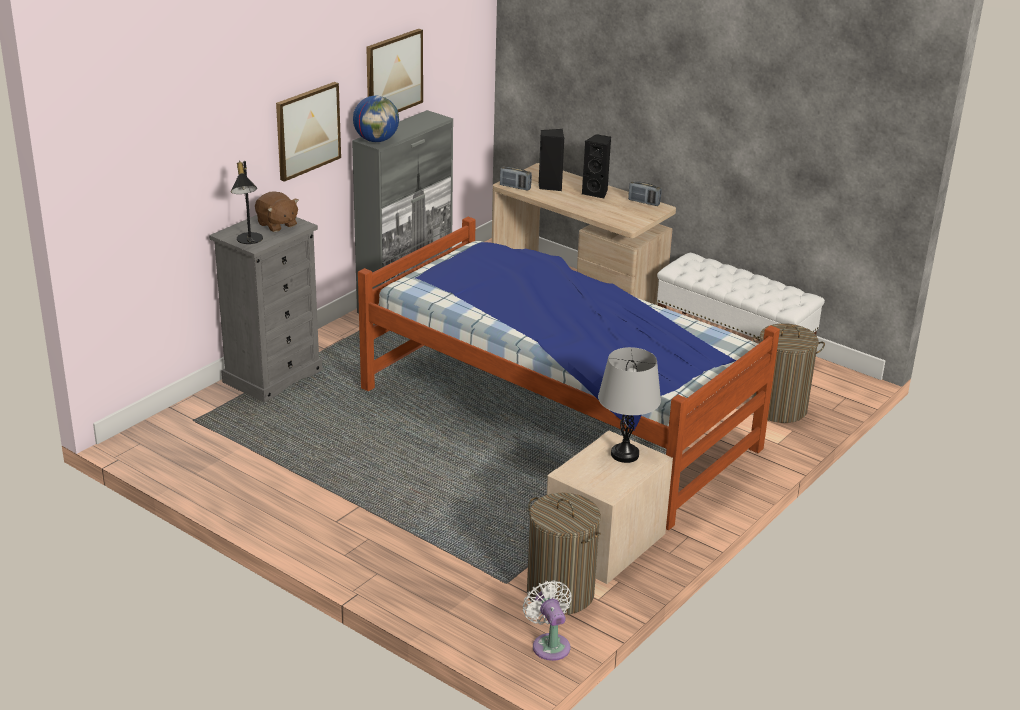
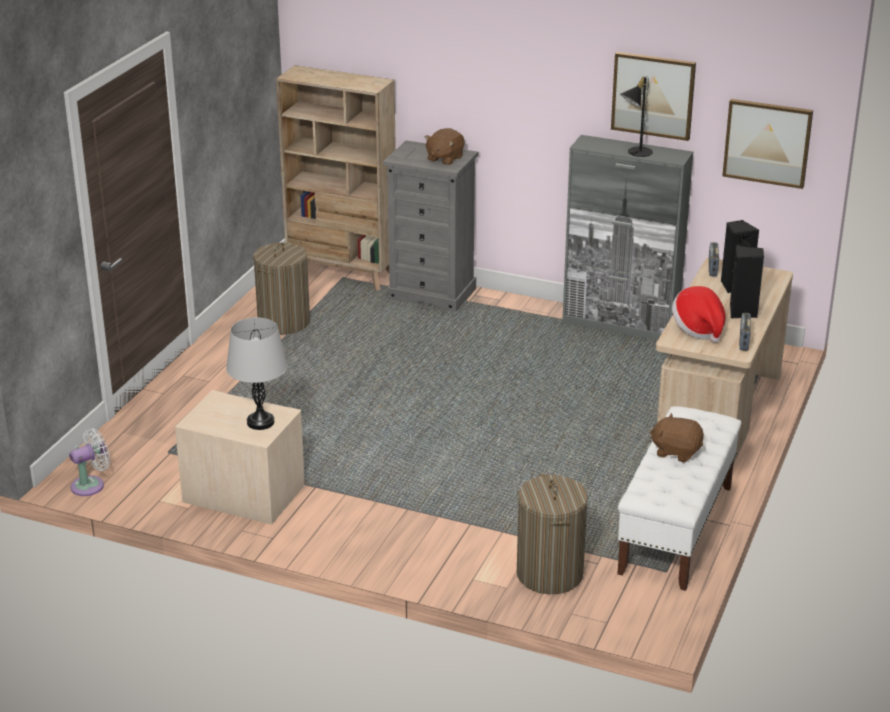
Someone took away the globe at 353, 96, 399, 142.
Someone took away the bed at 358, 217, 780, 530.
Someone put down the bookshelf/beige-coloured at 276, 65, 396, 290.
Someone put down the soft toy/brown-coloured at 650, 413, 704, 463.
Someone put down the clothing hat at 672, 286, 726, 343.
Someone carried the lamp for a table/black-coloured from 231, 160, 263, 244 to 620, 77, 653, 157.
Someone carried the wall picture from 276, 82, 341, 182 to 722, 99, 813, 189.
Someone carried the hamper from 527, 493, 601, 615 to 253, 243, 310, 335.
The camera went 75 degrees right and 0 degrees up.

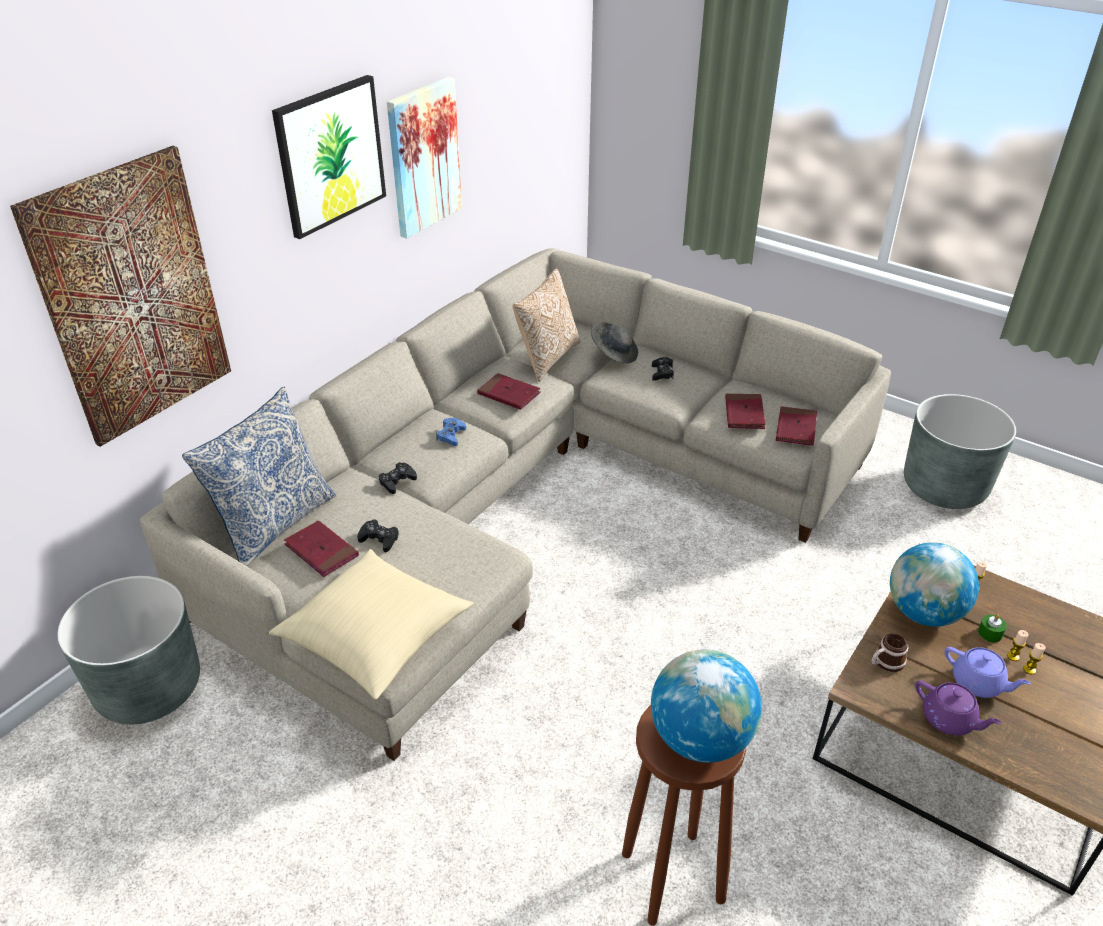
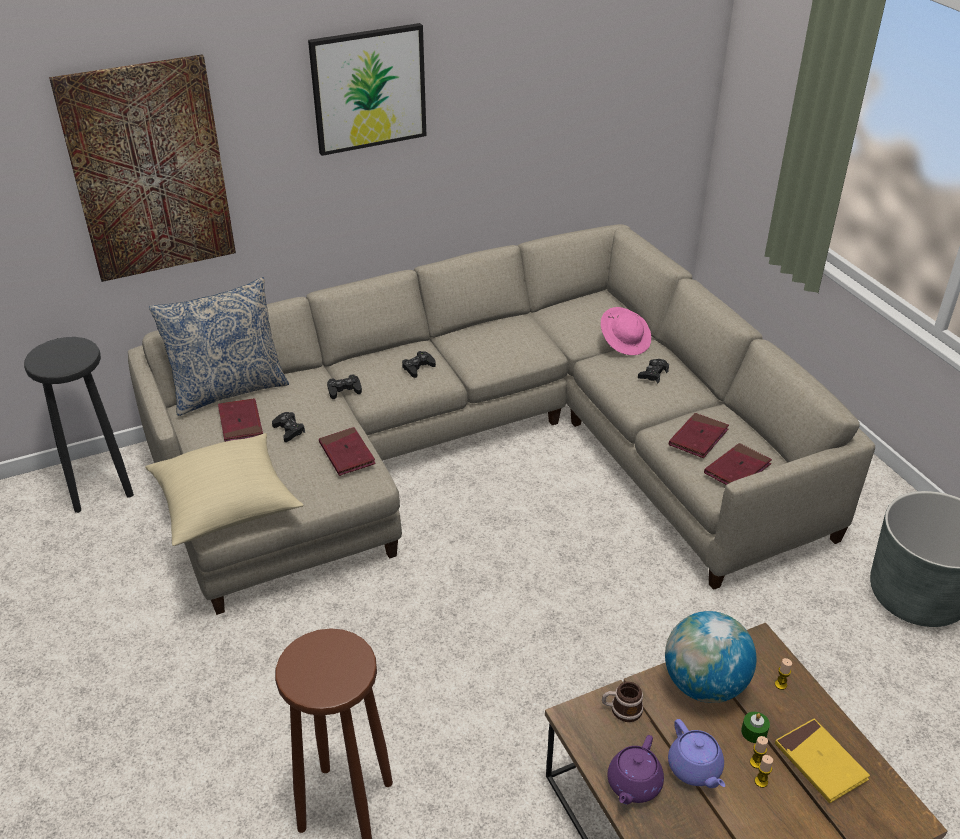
Someone took away the wall picture at 387, 77, 462, 239.
Someone took away the pillow at 512, 268, 580, 382.
Someone took away the globe at 651, 649, 762, 763.
Someone put down the bound book/yellow-coloured at 775, 718, 870, 803.
Someone carried the bound book/red-coloured from 477, 373, 541, 410 to 319, 427, 376, 476.
Someone swapped the planter/gray at 57, 576, 200, 724 for the stool seat/black-coloured at 24, 337, 134, 513.
Someone repainted the game controller/blue at 436, 418, 466, 446, which became the game controller/black-coloured at 402, 351, 436, 378.
Someone repainted the clothing hat/gray at 591, 322, 638, 364, which became the clothing hat/pink at 601, 307, 651, 355.
Someone rotated the tea pot/purple-coloured at 915, 680, 1002, 735 by 45 degrees clockwise.
The camera went 30 degrees right and 0 degrees up.

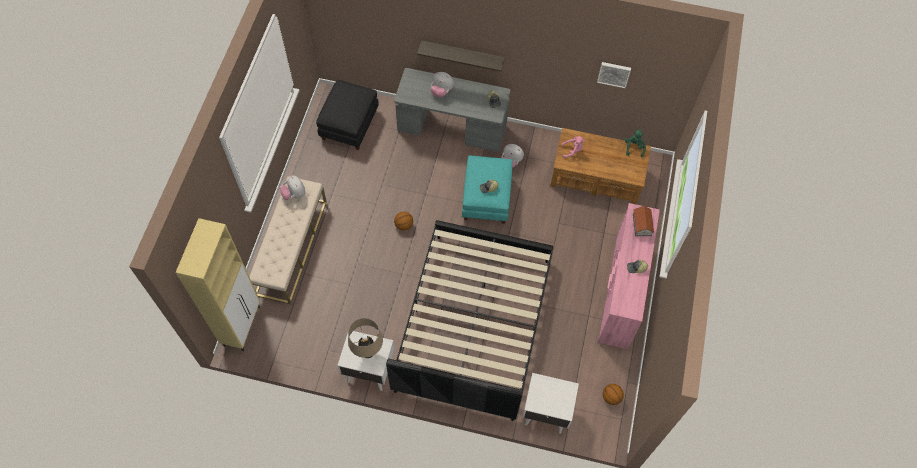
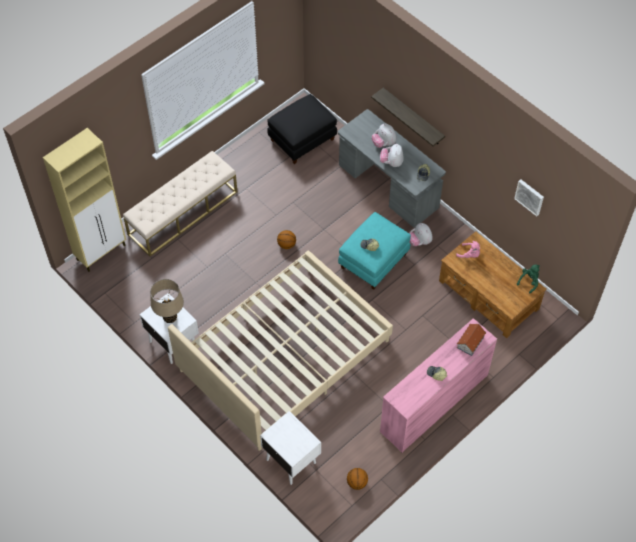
Someone carried the soft toy from 280, 175, 305, 200 to 380, 144, 404, 167.
Someone repainted the bed/black-coloured at 386, 220, 553, 421, which became the bed/beige-coloured at 168, 250, 393, 451.
The camera went 35 degrees right and 5 degrees down.

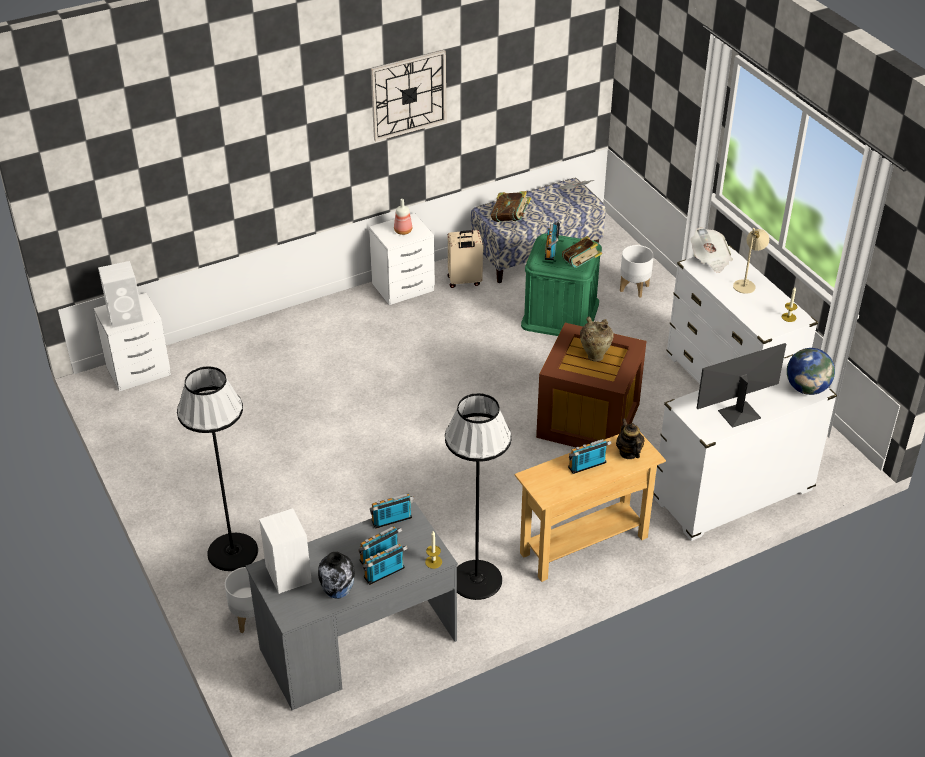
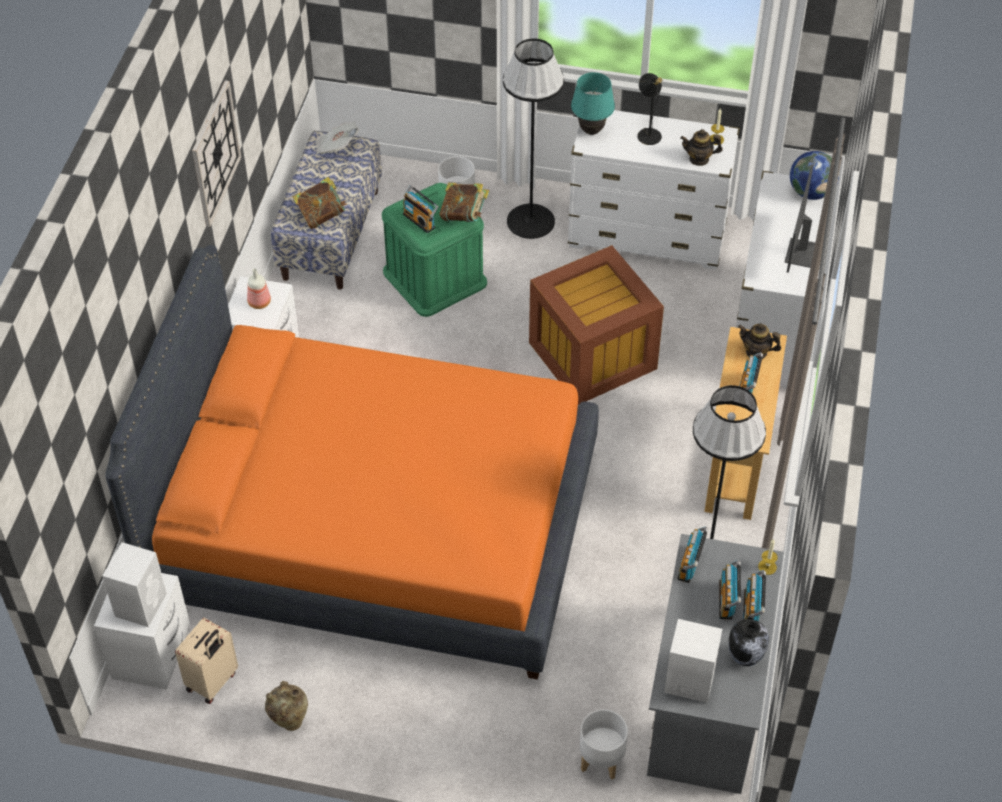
Someone put down the bed/orange-coloured at 105, 245, 599, 680.
Someone put down the tea pot at 680, 129, 723, 166.
Someone carried the standard lamp/black-coloured from 177, 366, 258, 571 to 503, 39, 564, 239.
Someone carried the travel case/beige-coloured from 448, 230, 483, 288 to 175, 618, 238, 704.
Someone carried the flower vase/beige-coloured from 580, 317, 614, 361 to 265, 681, 308, 731.
Someone swapped the daily paper at 690, 227, 733, 273 for the lamp for a table/blue-green at 571, 72, 615, 135.
Someone repainted the lamp for a table/beige-coloured at 733, 228, 769, 294, which became the lamp for a table/black-coloured at 637, 73, 662, 145.
The camera went 50 degrees left and 10 degrees up.

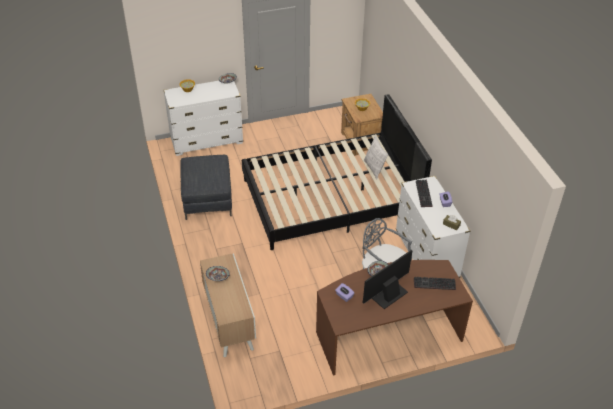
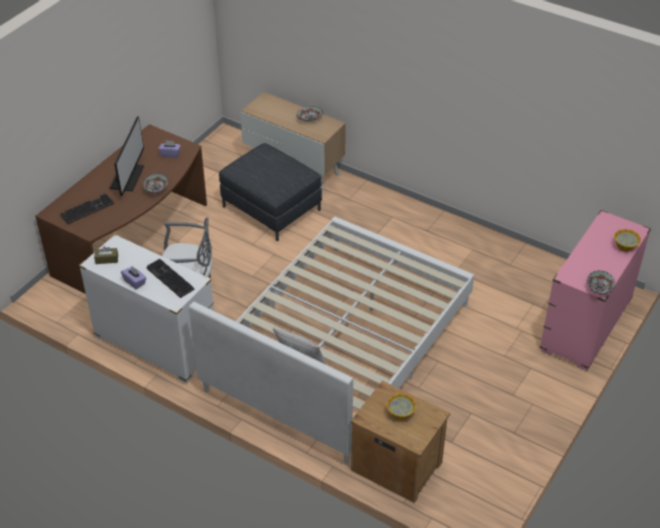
Someone carried the footrest/gray from 180, 155, 232, 220 to 219, 143, 322, 241.
Someone repainted the chest of drawers/white-coloured at 163, 81, 243, 156, which became the chest of drawers/pink at 540, 210, 651, 371.
Someone repainted the bed/black-coloured at 242, 94, 432, 250, which became the bed/white-coloured at 189, 217, 474, 465.
The camera went 140 degrees right and 0 degrees up.

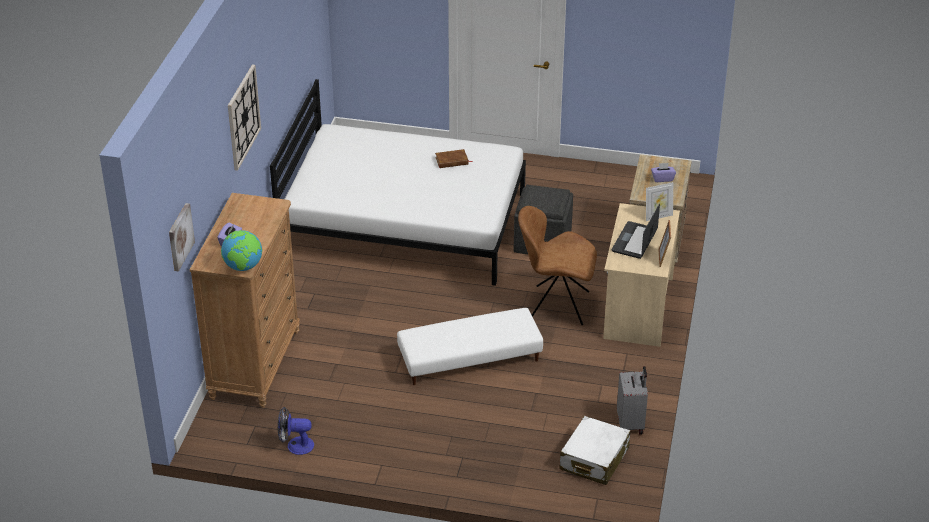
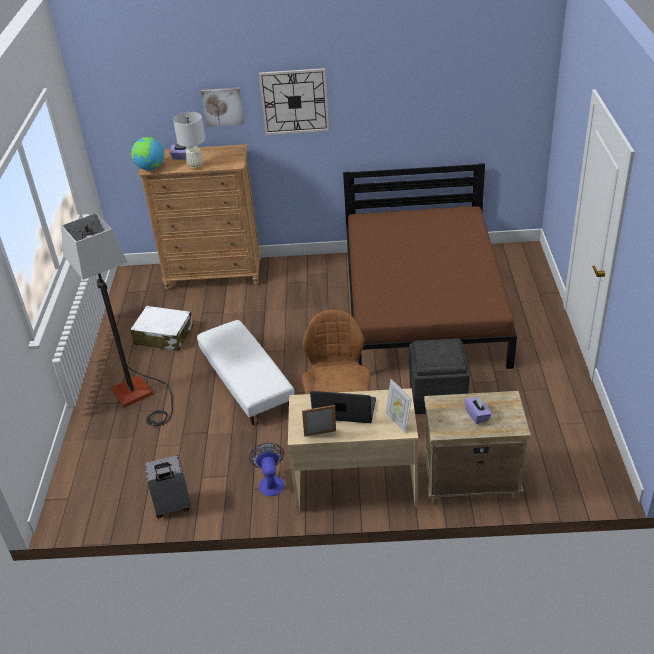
Someone took away the bound book/brown-coloured at 435, 149, 472, 168.
Someone put down the standard lamp at 61, 213, 173, 426.
Someone put down the lamp for a table/white-coloured at 173, 112, 205, 170.
Someone carried the wall picture from 169, 203, 195, 272 to 201, 88, 244, 127.
Someone carried the fan from 278, 407, 314, 455 to 249, 443, 284, 496.
Someone carried the travel case/white-coloured from 559, 416, 630, 485 to 130, 306, 193, 351.
Someone repainted the bed/white-coloured at 270, 79, 526, 286, which became the bed/brown-coloured at 343, 163, 517, 369.
The camera went 80 degrees right and 0 degrees up.

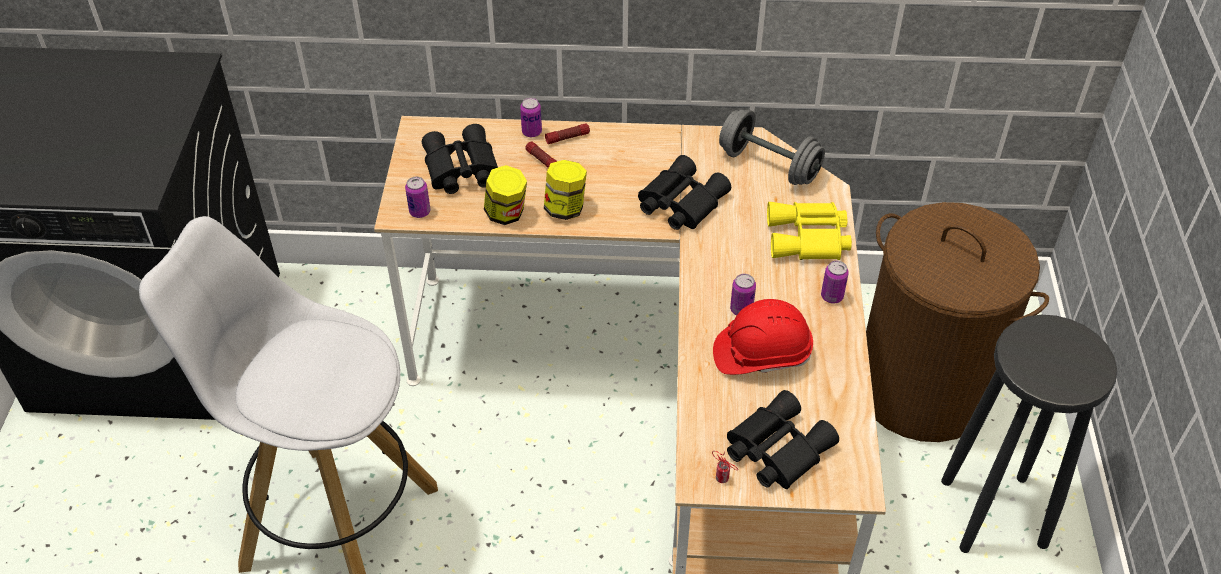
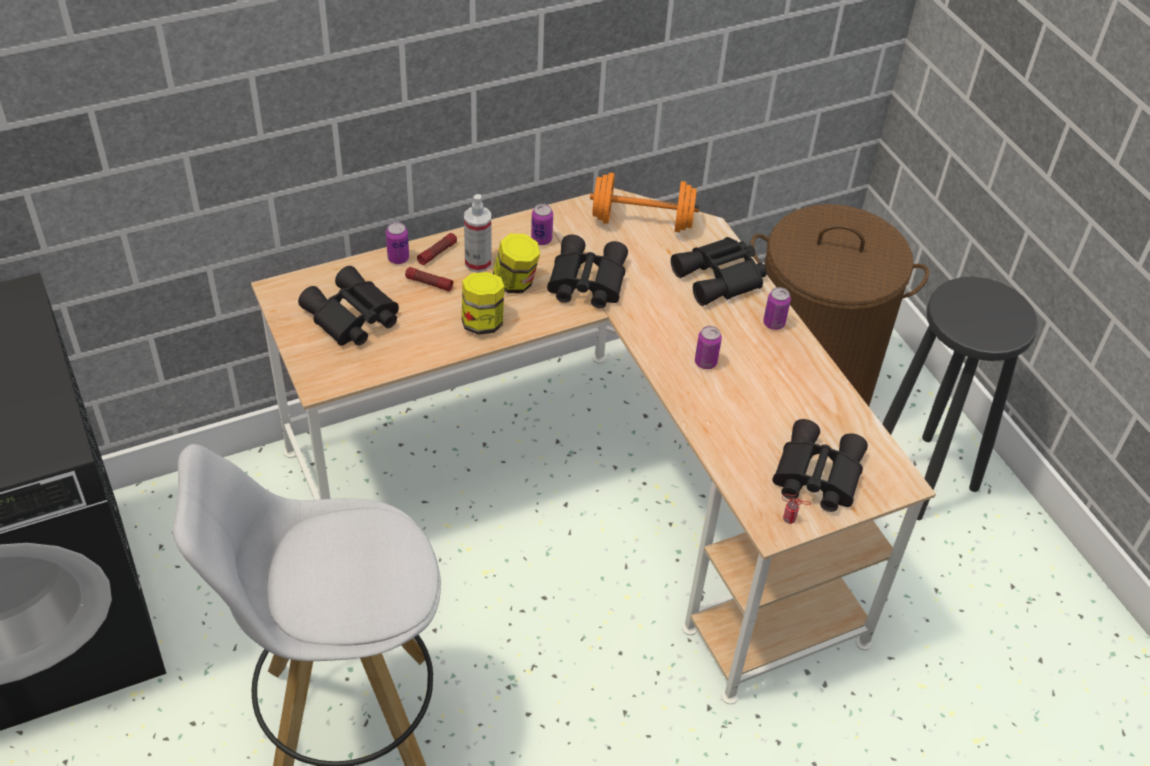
Someone took away the work helmet/red-coloured at 713, 299, 813, 375.
Someone put down the sprayer at 464, 194, 491, 273.
Someone carried the metal can from 405, 177, 430, 218 to 531, 204, 553, 245.
Someone carried the preserve jar from 484, 165, 527, 225 to 493, 234, 540, 293.
Someone repainted the dumbbell/gray at 719, 109, 825, 185, which became the dumbbell/orange-coloured at 590, 172, 699, 232.
Someone repainted the field glasses/yellow-coloured at 767, 202, 852, 260, which became the field glasses/black-coloured at 671, 237, 767, 306.
The camera went 30 degrees left and 0 degrees up.

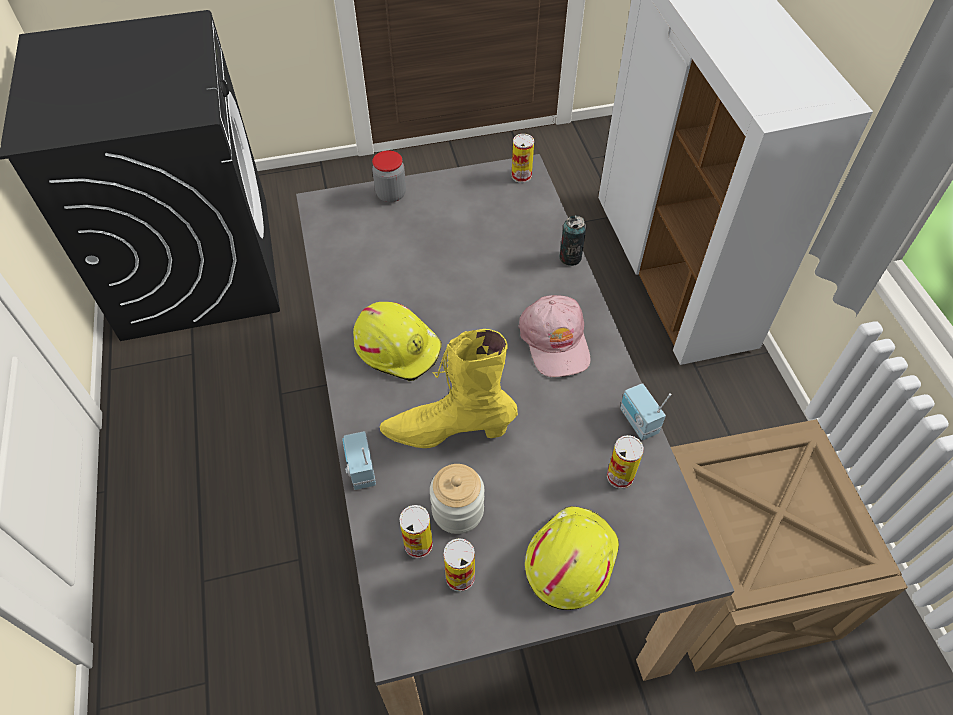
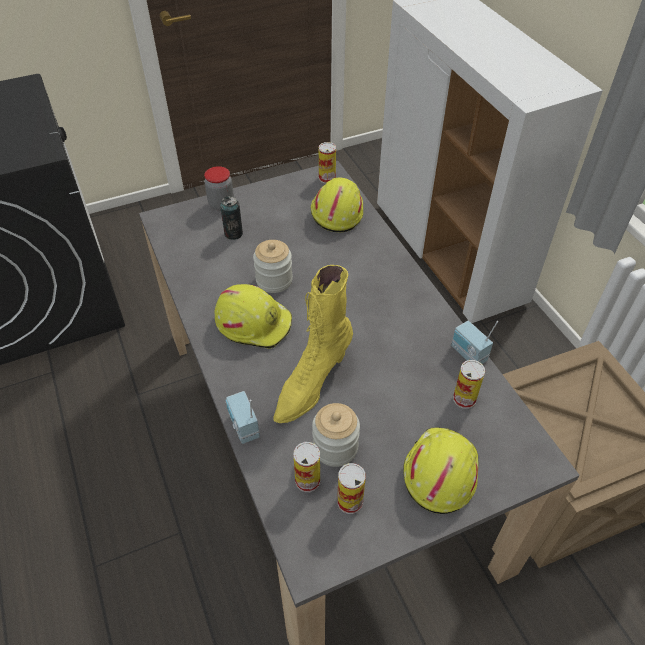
Someone took away the cap/pink at 518, 295, 591, 377.
Someone put down the preserve jar at 253, 240, 293, 293.
Someone put down the work helmet/yellow-coloured at 311, 178, 363, 232.
Someone carried the metal can from 559, 215, 586, 266 to 220, 196, 243, 240.
Someone rotated the boot/yellow-coloured at 380, 329, 518, 448 by 45 degrees counterclockwise.
The camera went 10 degrees left and 5 degrees down.

